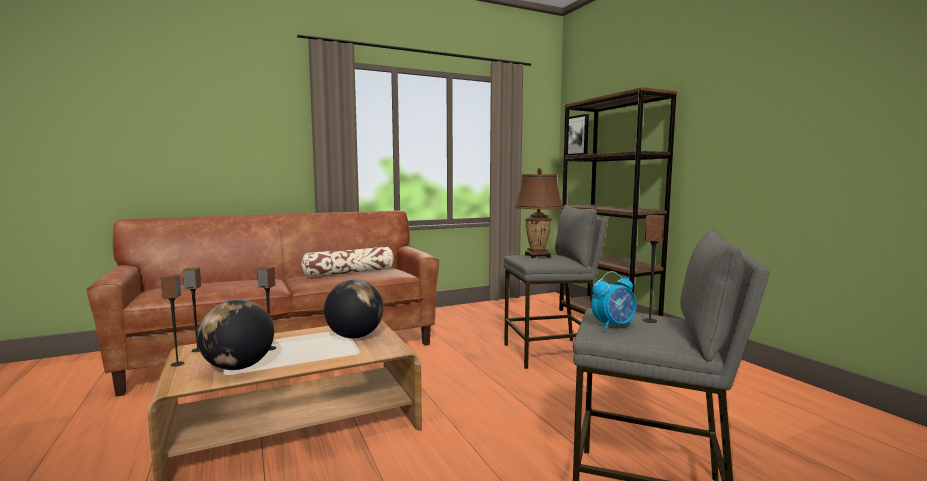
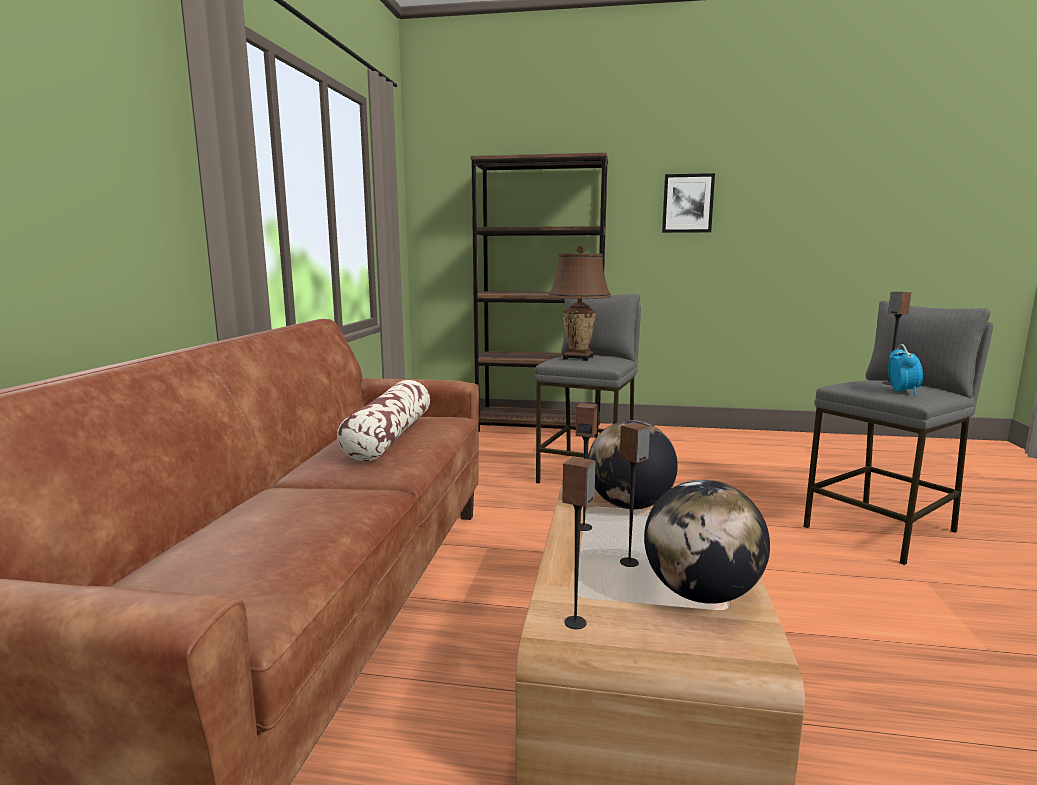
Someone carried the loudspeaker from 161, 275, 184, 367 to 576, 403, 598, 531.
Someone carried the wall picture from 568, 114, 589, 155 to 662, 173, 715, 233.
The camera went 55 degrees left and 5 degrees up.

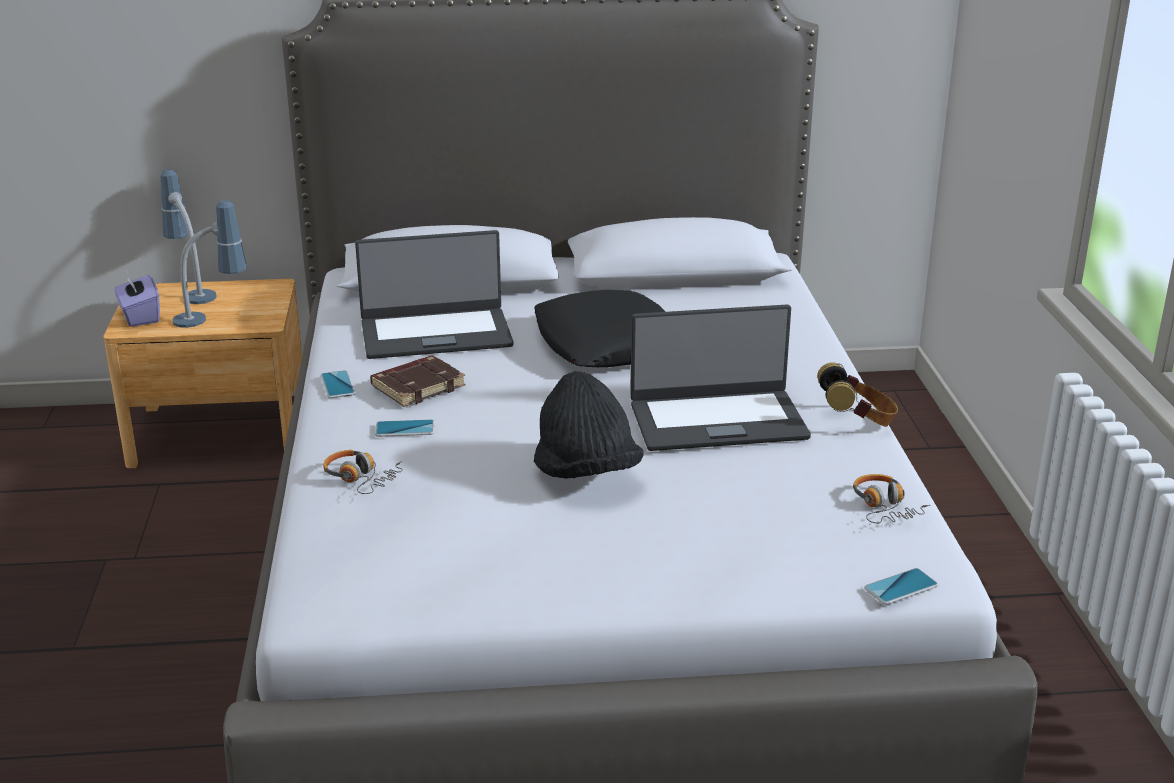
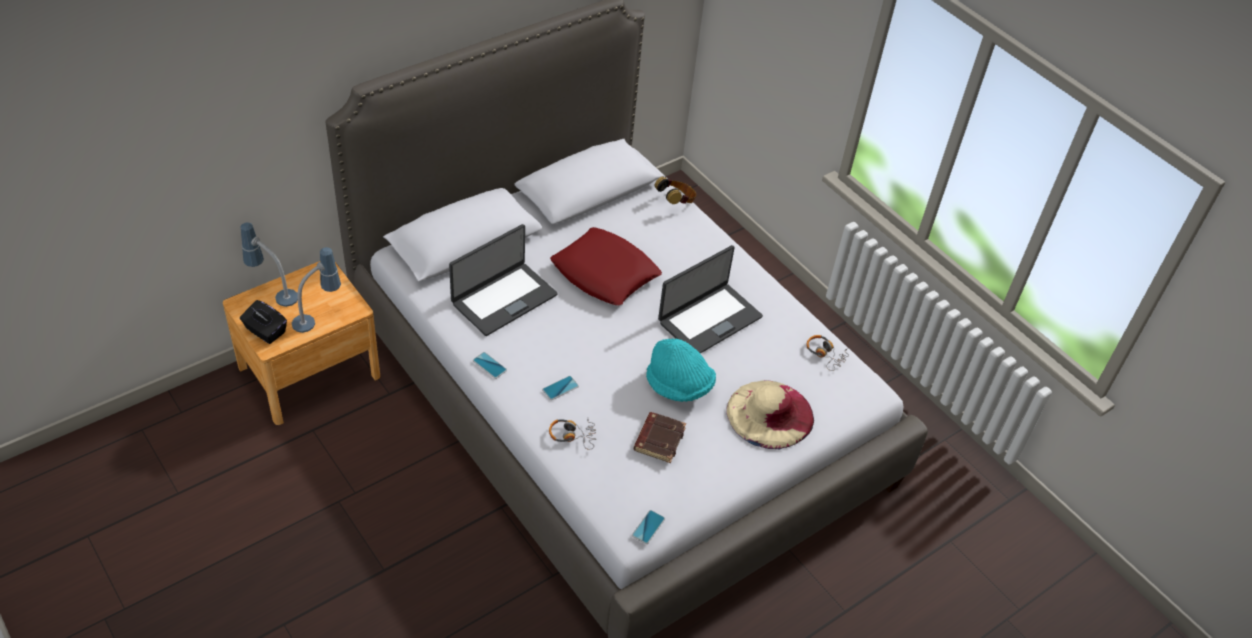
Someone put down the clothing hat/beige-coloured at 727, 380, 814, 449.
Someone carried the bound book/brown-coloured from 370, 355, 466, 407 to 634, 412, 686, 463.
Someone carried the headphones from 817, 362, 898, 427 to 654, 176, 696, 204.
Someone carried the phone from 864, 568, 938, 605 to 632, 510, 665, 544.
Someone repainted the tissue box/purple-coloured at 115, 270, 160, 327, which became the tissue box/black-coloured at 240, 300, 287, 344.
Someone repainted the pillow/black-coloured at 534, 290, 665, 367, which became the pillow/red-coloured at 550, 227, 662, 305.
Someone repainted the clothing hat/black-coloured at 534, 371, 644, 479, which became the clothing hat/blue-green at 646, 338, 716, 402.
The camera went 35 degrees left and 20 degrees up.

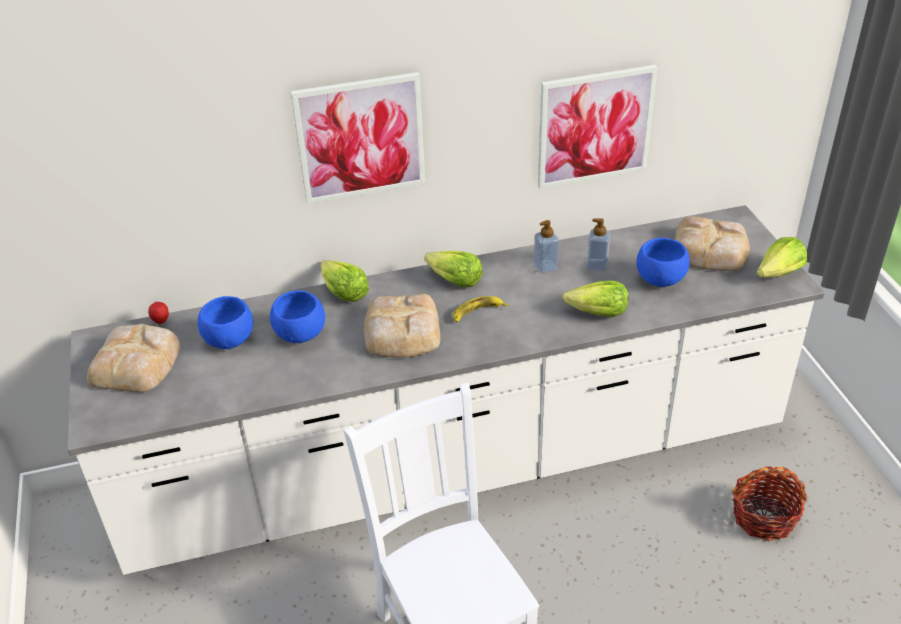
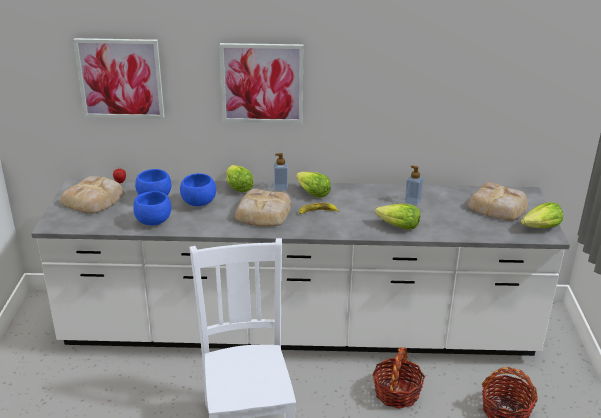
Someone put down the basket at 372, 347, 425, 409.
Someone carried the soap dispenser from 534, 220, 559, 273 to 274, 153, 288, 191.
Someone carried the wall picture from 538, 65, 658, 189 to 73, 38, 164, 118.
Someone carried the deep dish/blue from 637, 238, 690, 287 to 133, 191, 171, 225.
The camera went 15 degrees right and 10 degrees down.

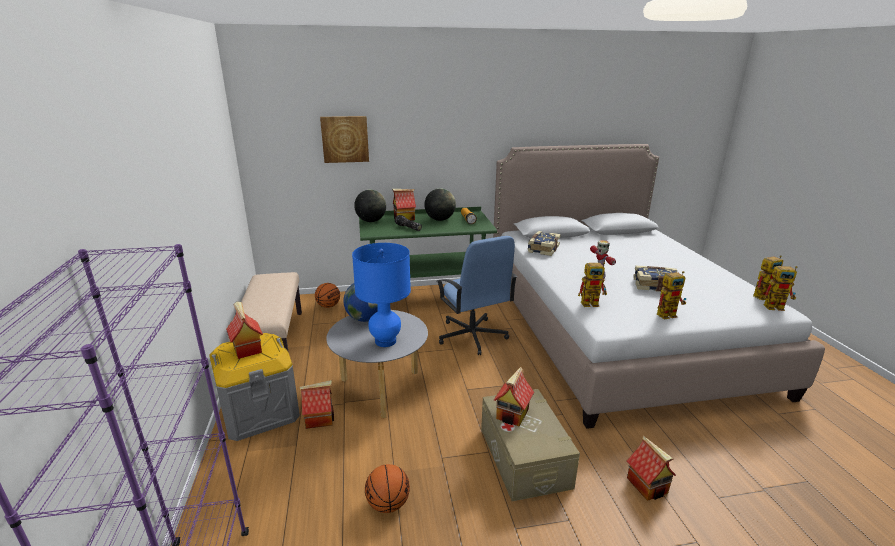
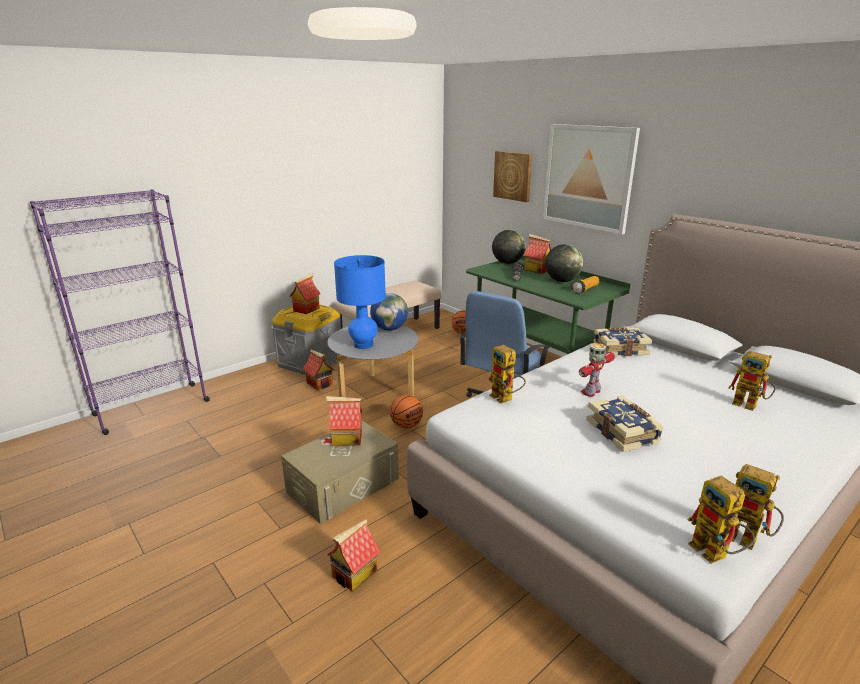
Someone put up the wall picture at 543, 124, 640, 234.
Someone carried the basketball ball from 365, 464, 410, 513 to 390, 395, 423, 428.
Someone carried the robot figure from 657, 271, 686, 319 to 728, 351, 775, 411.
The camera went 60 degrees right and 0 degrees up.

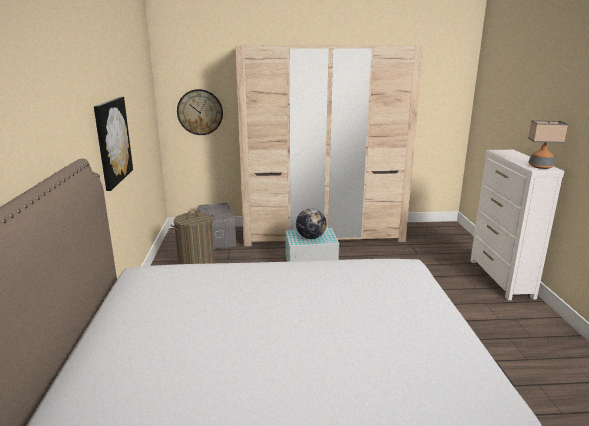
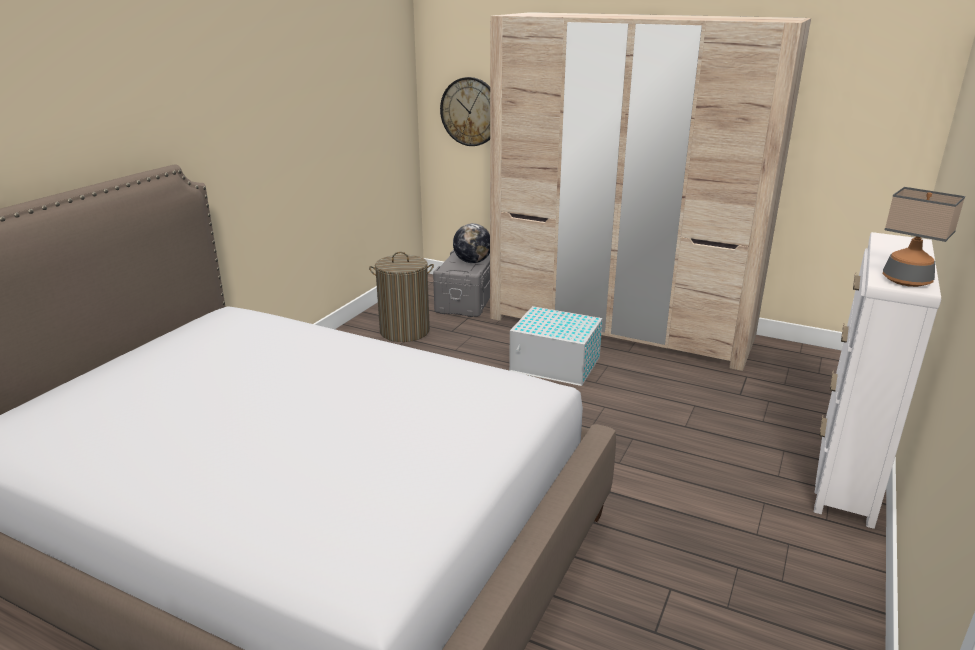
Someone took away the wall picture at 94, 97, 133, 191.
Someone carried the globe from 296, 208, 327, 239 to 453, 223, 490, 263.
The camera went 30 degrees right and 5 degrees up.

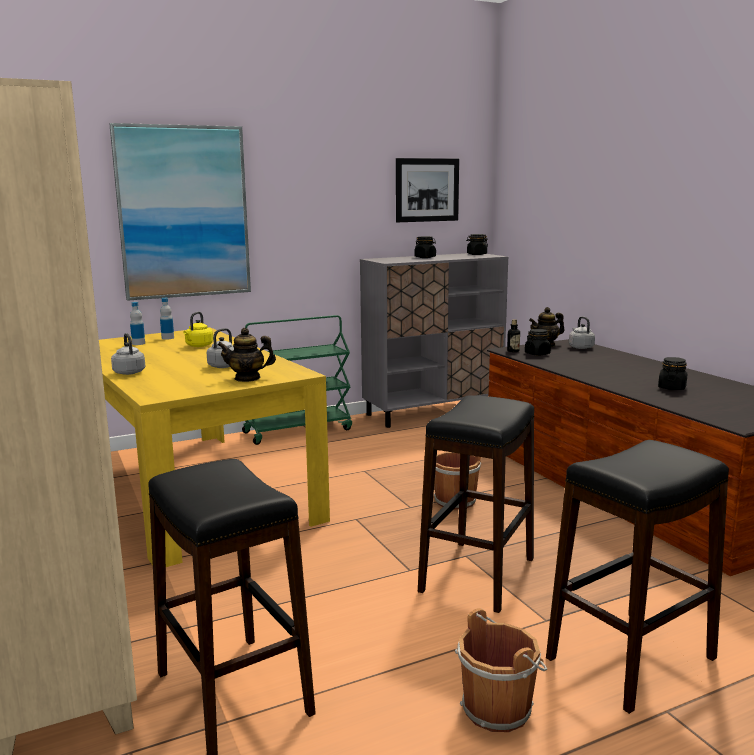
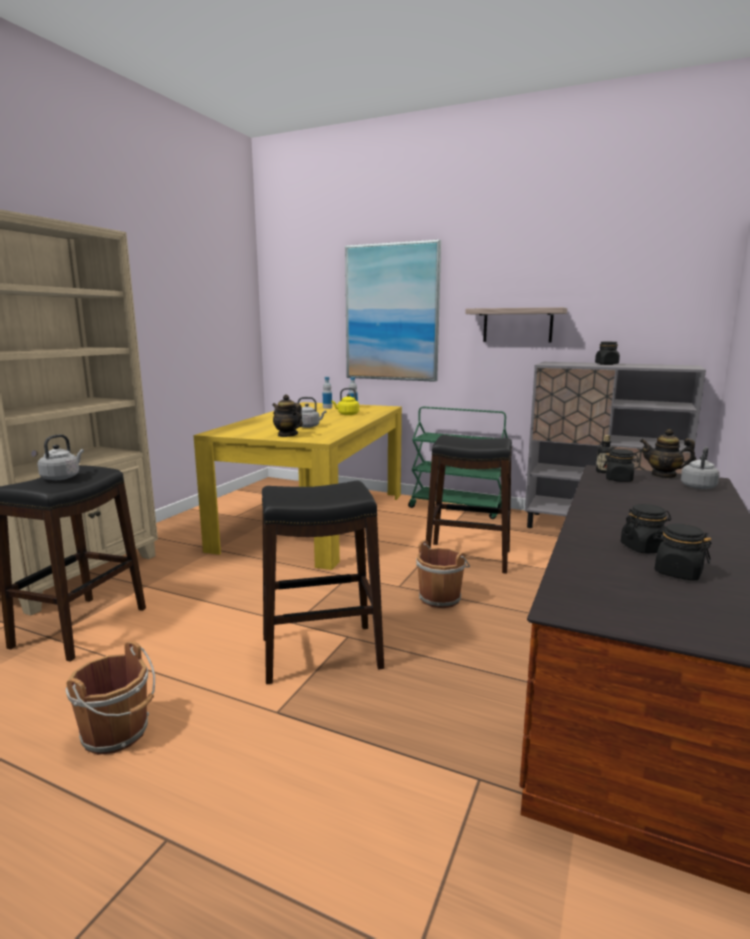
Someone took away the wall picture at 396, 158, 459, 222.
Someone put up the wall shelf at 465, 307, 567, 342.
Someone carried the kettle/gray from 111, 333, 145, 375 to 38, 434, 84, 480.
Someone carried the preserve jar/black-coloured from 466, 234, 488, 255 to 653, 524, 711, 580.
Someone carried the stool seat/black-coloured from 546, 440, 729, 714 to 426, 435, 512, 574.
The camera went 50 degrees right and 0 degrees up.

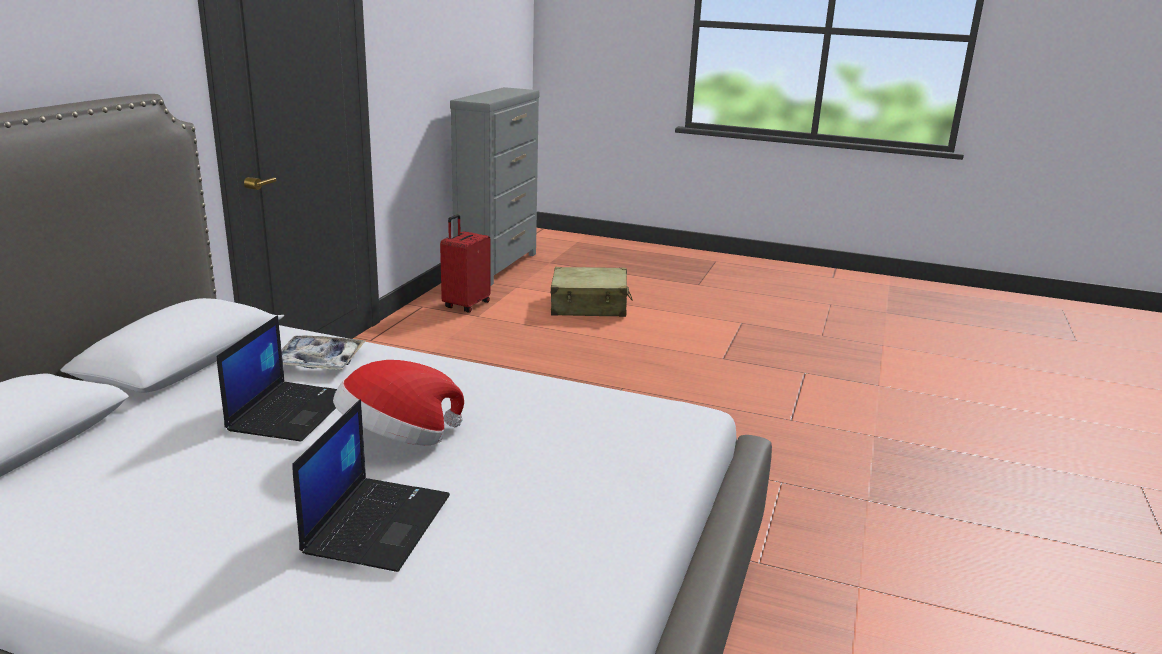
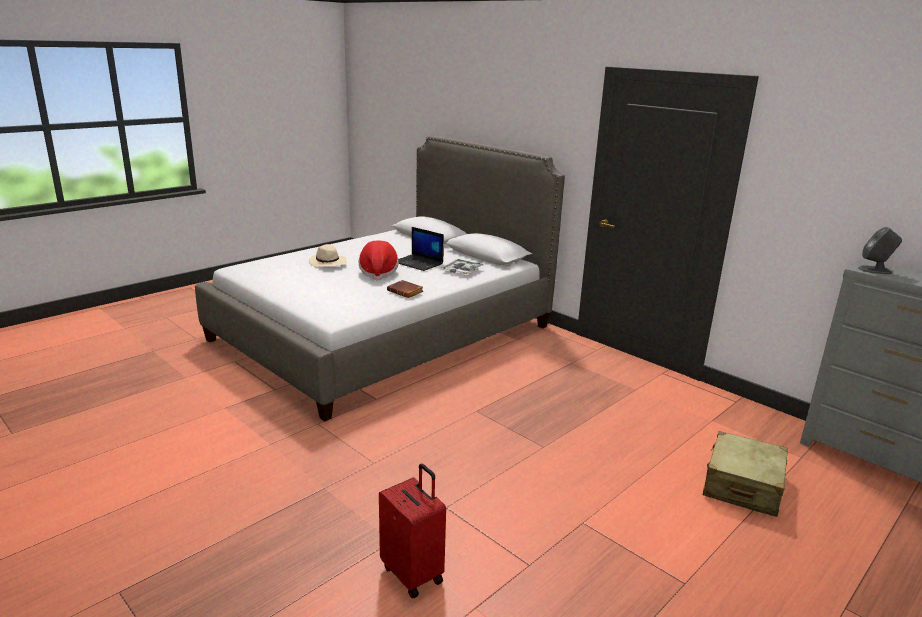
Someone put down the bound book/brown-coloured at 387, 280, 423, 298.
Someone put down the loudspeaker/gray at 858, 227, 902, 274.
Someone carried the travel case/red-coloured from 440, 214, 491, 313 to 379, 464, 446, 598.
Someone swapped the notebook computer at 292, 399, 450, 572 for the clothing hat/beige-coloured at 309, 244, 347, 267.
The camera went 115 degrees right and 0 degrees up.

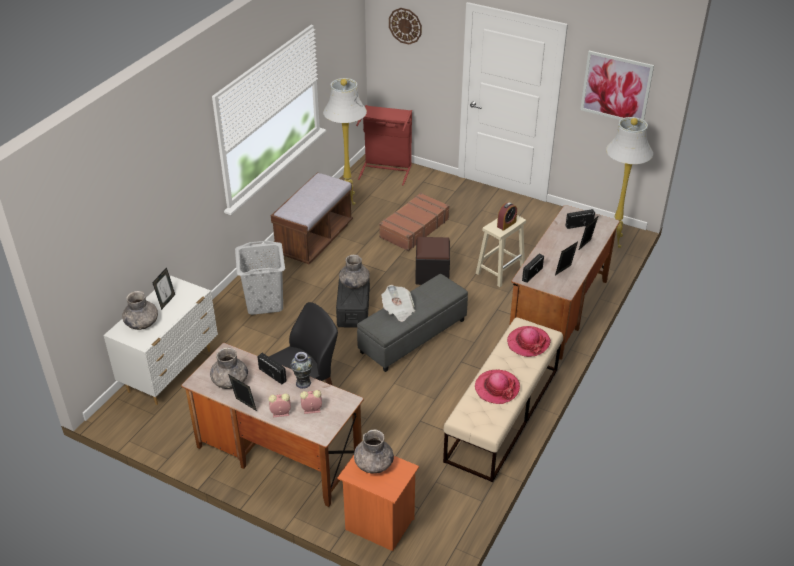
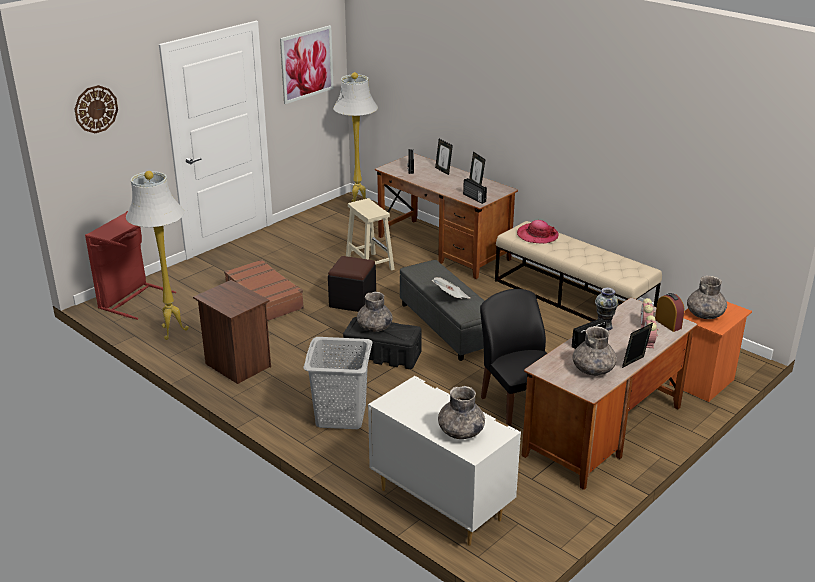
Someone took away the standing frame at 152, 267, 175, 310.
Someone took away the clothing hat at 475, 370, 520, 404.
Someone carried the alarm clock from 497, 202, 517, 231 to 655, 293, 685, 332.
Someone swapped the bench/brown-coloured at 271, 172, 353, 265 for the night table/brown-coloured at 193, 280, 271, 384.
The camera went 75 degrees left and 10 degrees down.

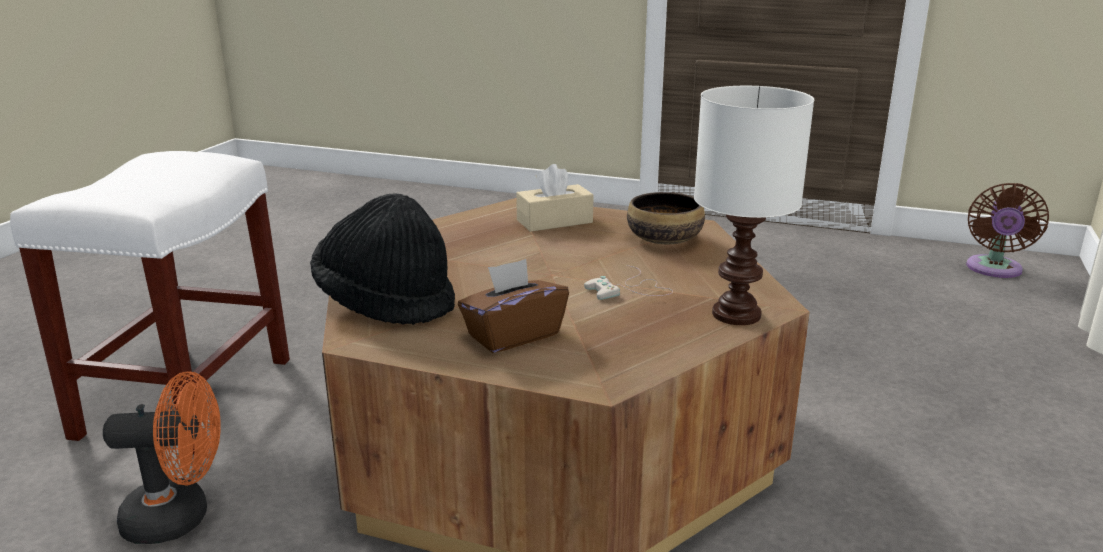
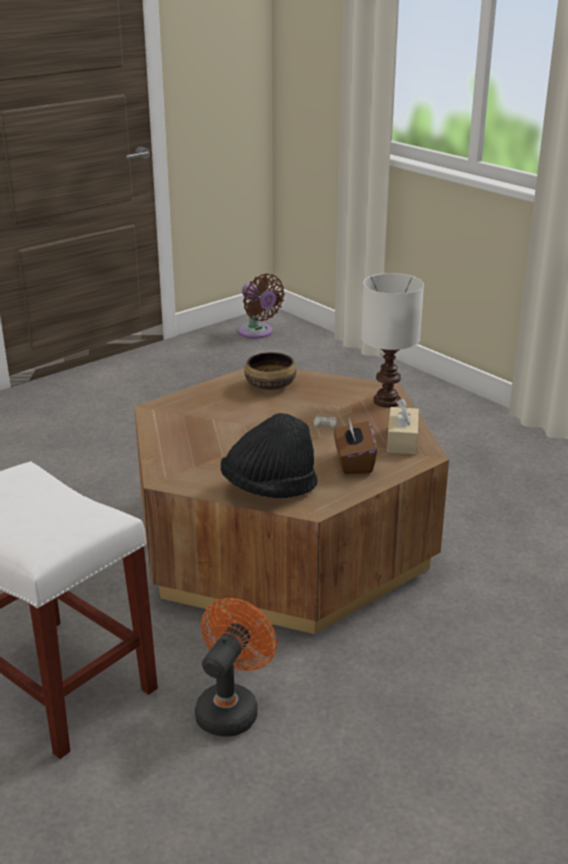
Someone carried the tissue box/beige-coloured from 516, 164, 594, 232 to 387, 398, 419, 454.
The camera went 60 degrees left and 5 degrees up.

